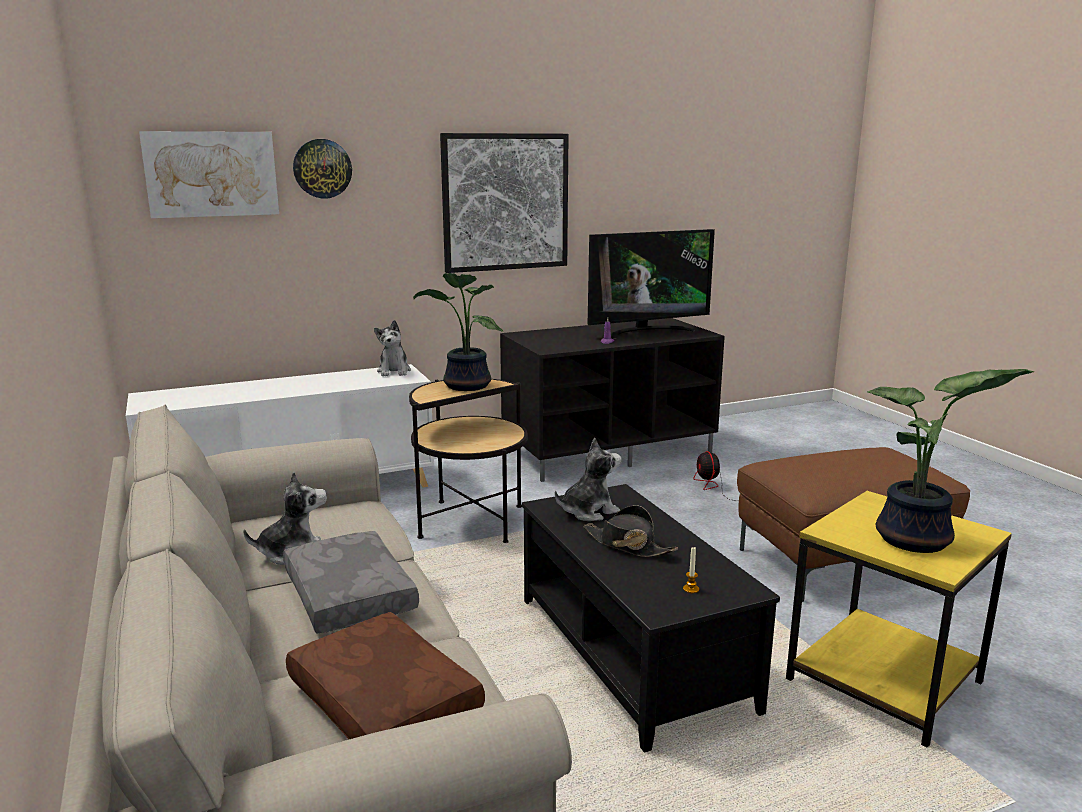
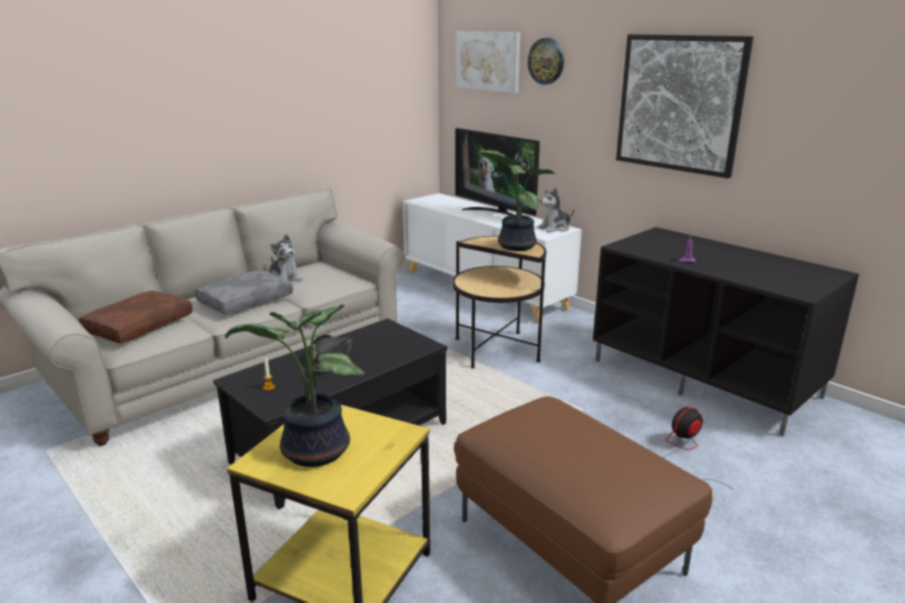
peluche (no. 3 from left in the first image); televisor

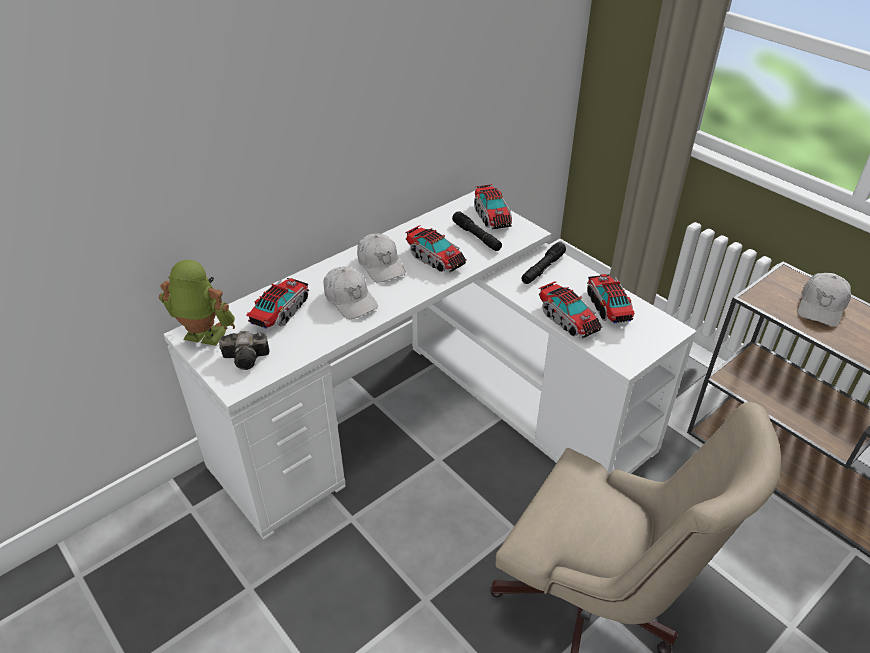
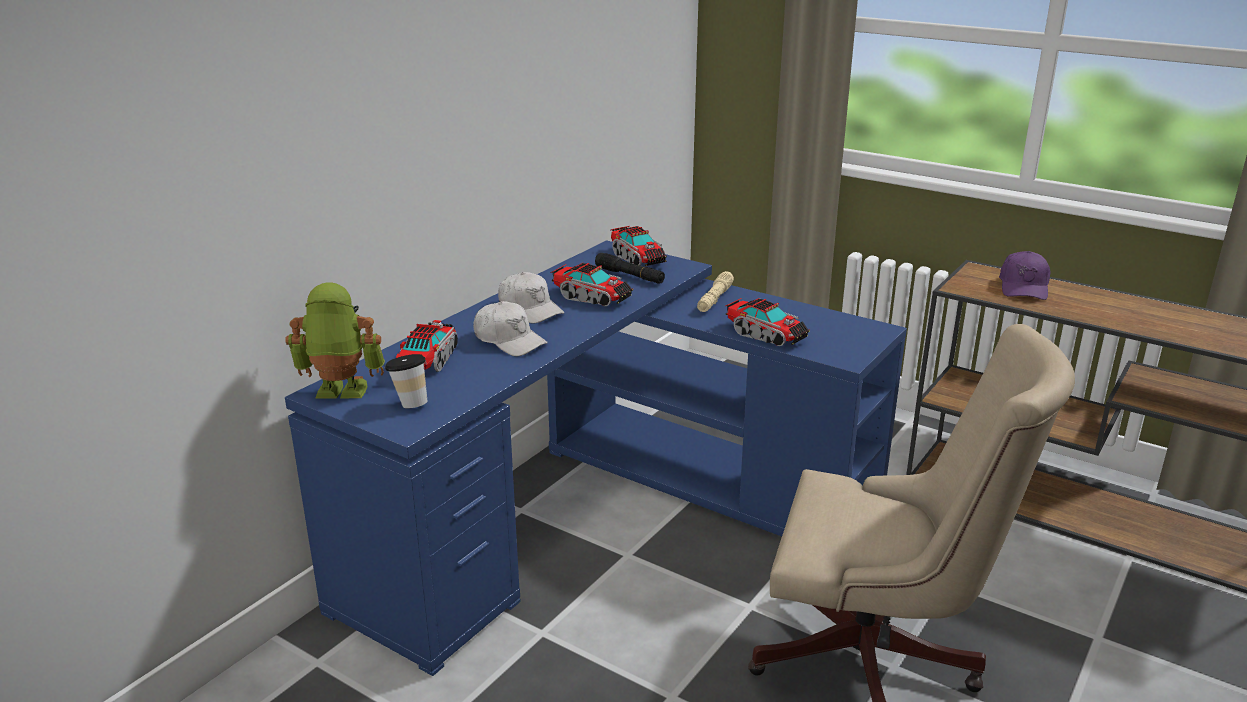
escritorio [azul]; taza; linterna [beis]; camión de juguete (no. 5 from left in the first image); gorra [morado]

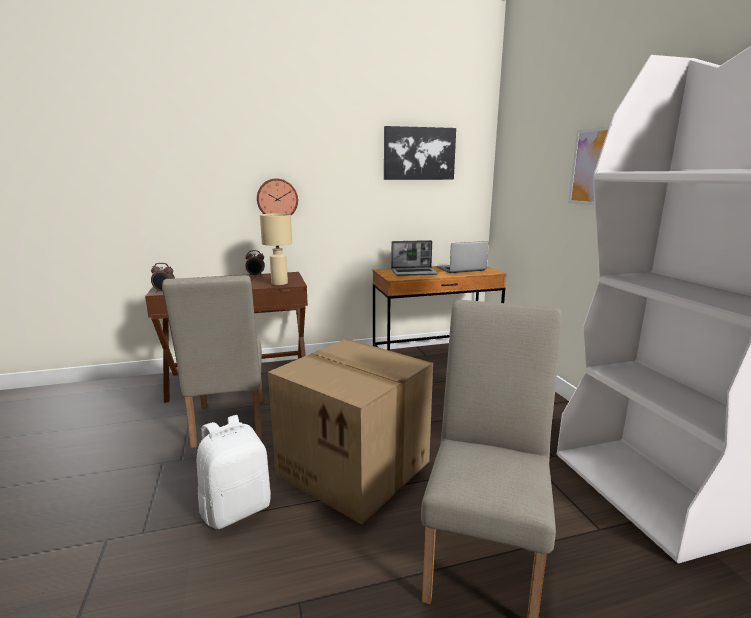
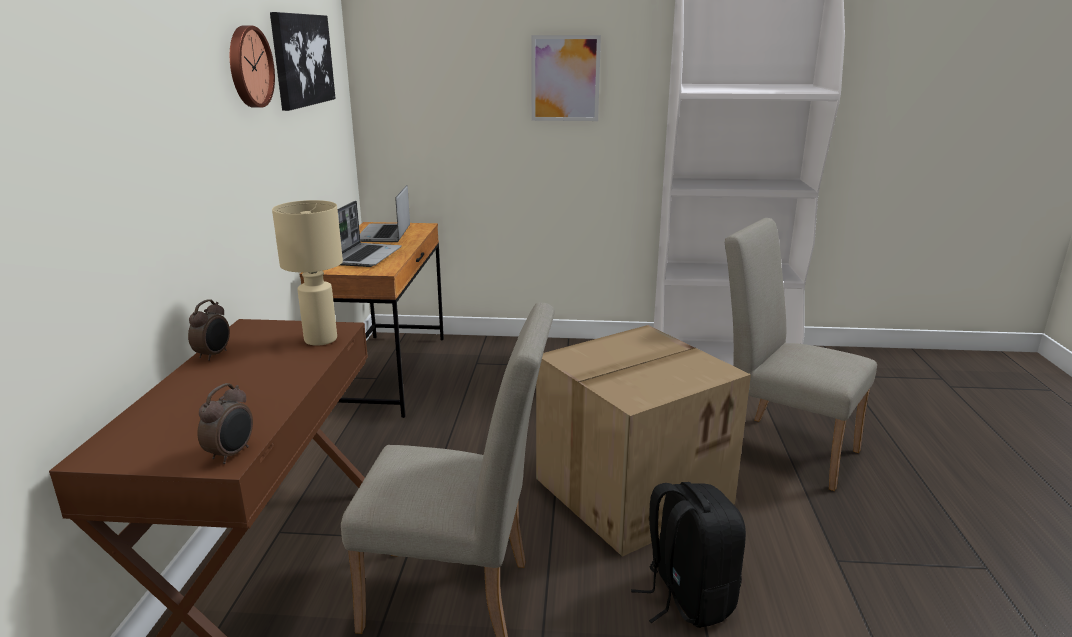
mochila [negro]; reloj de pared

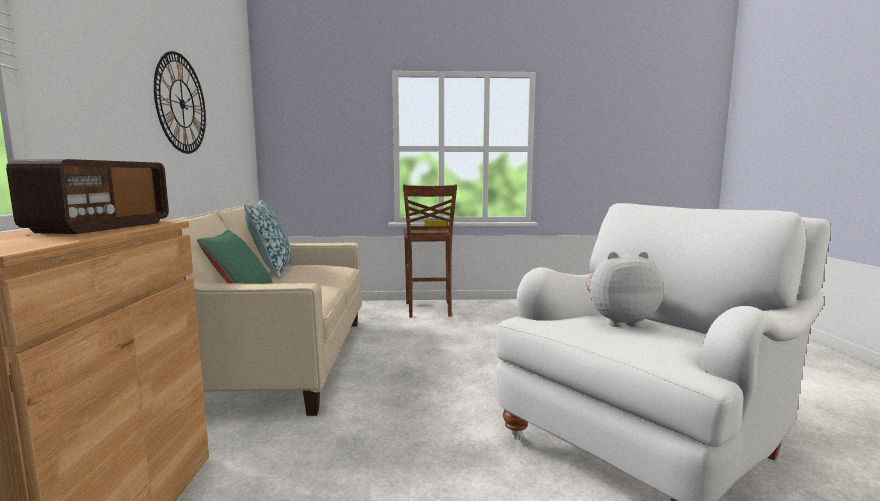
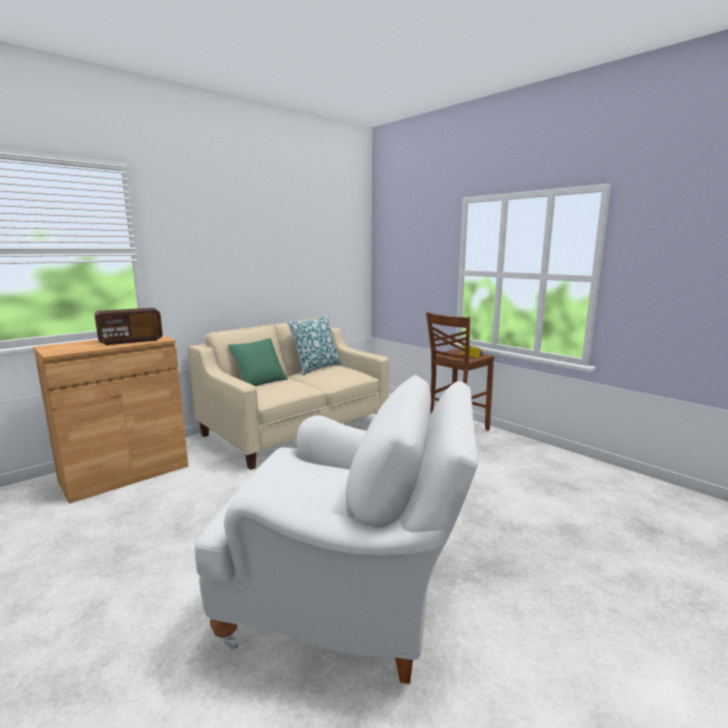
reloj de pared; peluche

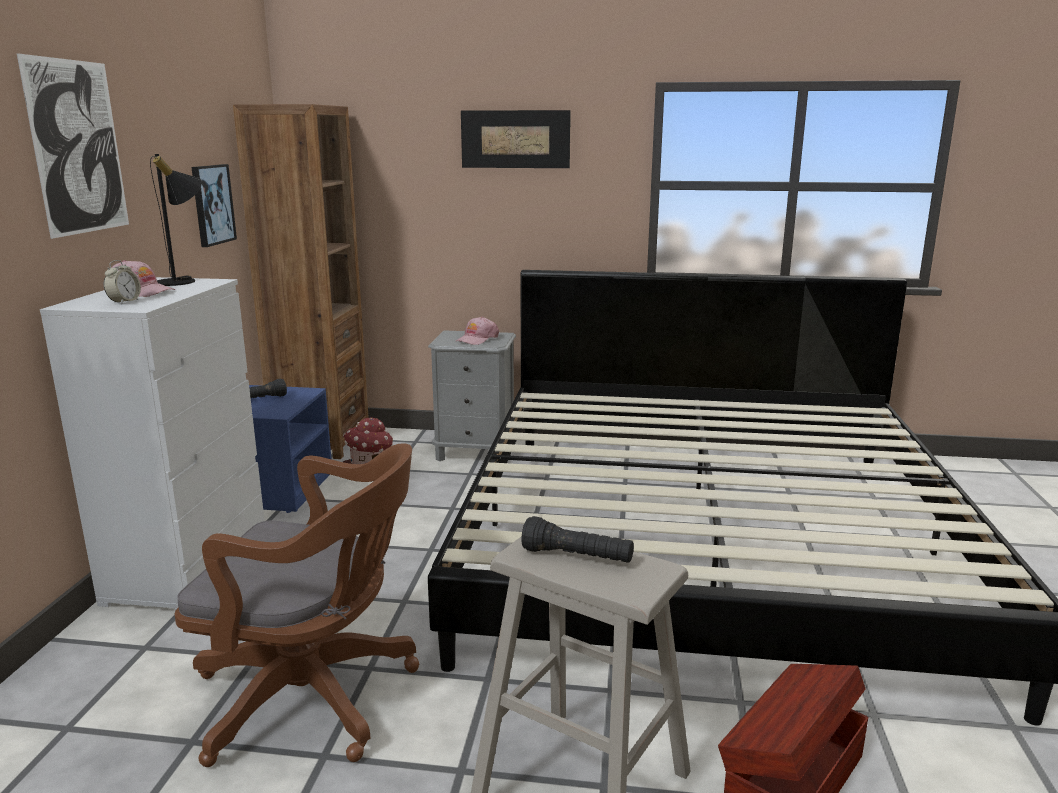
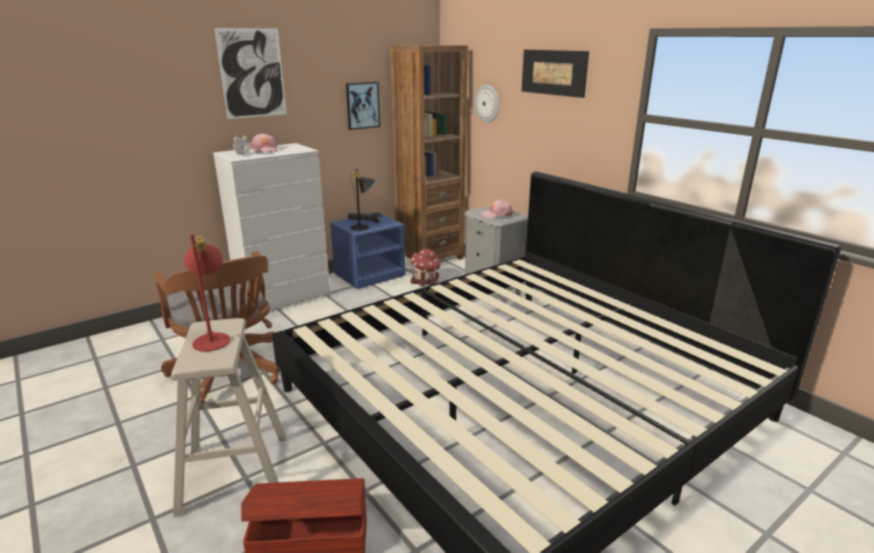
lámpara de mesa [negro]; lámpara de mesa [rojo]; reloj de pared

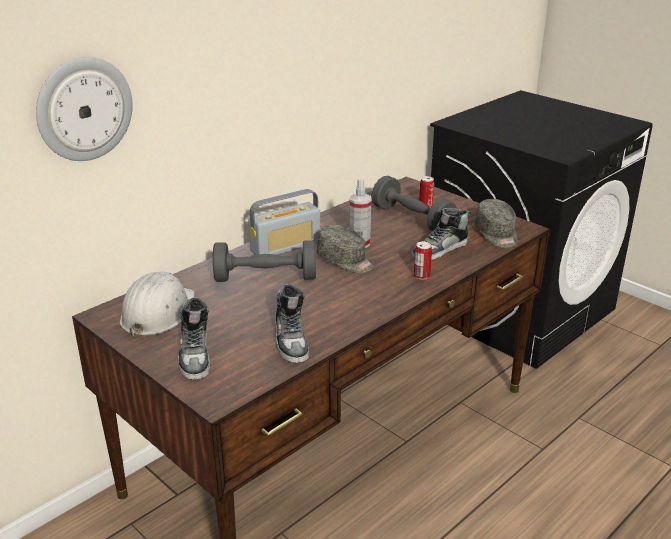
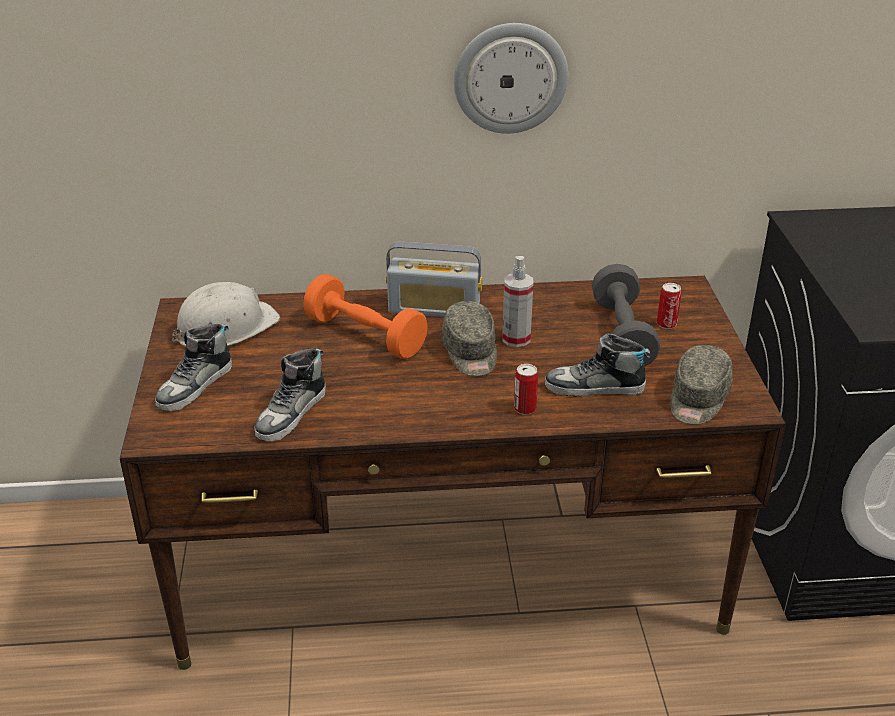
reloj de pared; mancuerna [naranja]

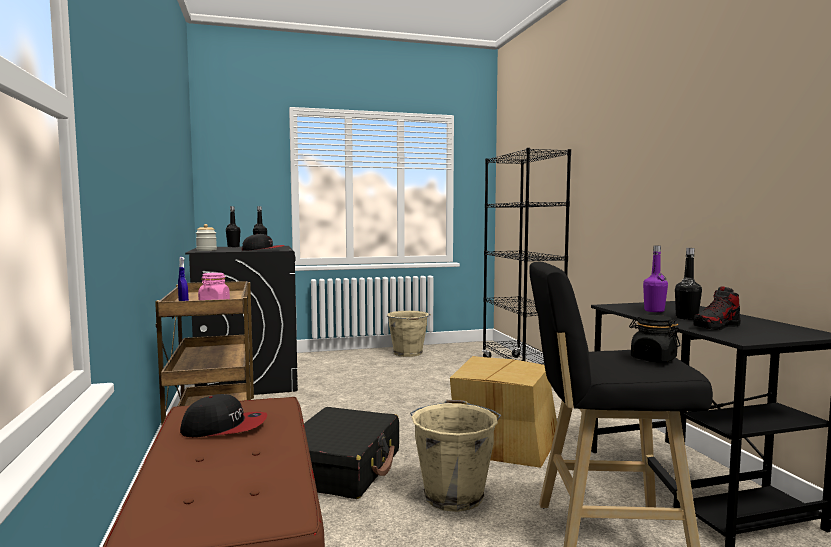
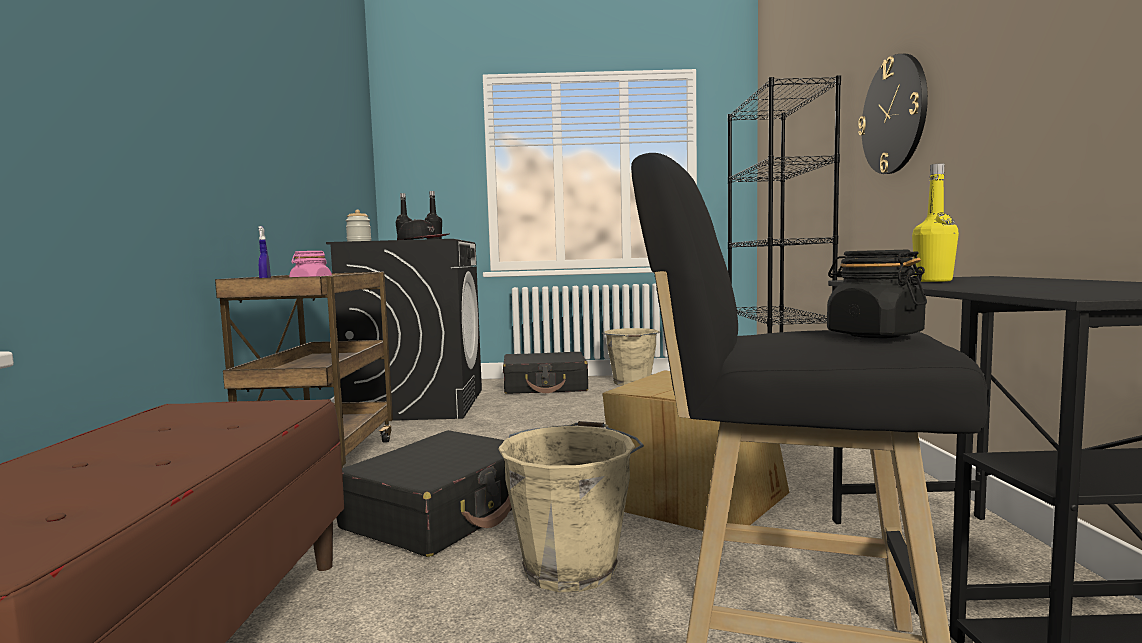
gorra (no. 1 from left in the first image); botella [amarillo]; botella [negro] (no. 3 from left in the first image); zapato; maleta [negro] (no. 2 from left); reloj de pared

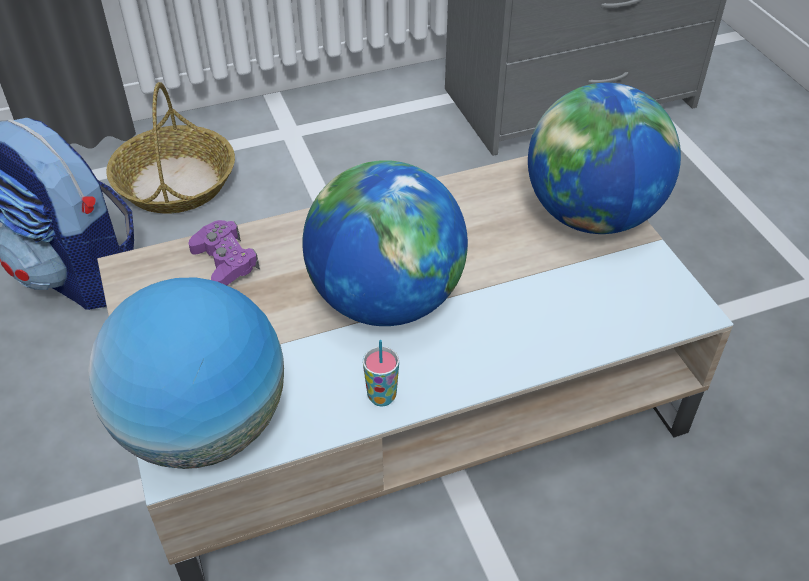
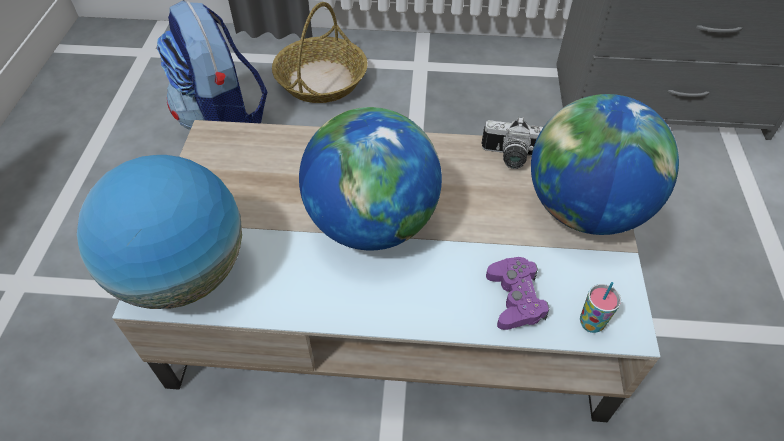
mando de consola [morado]; taza; cámara

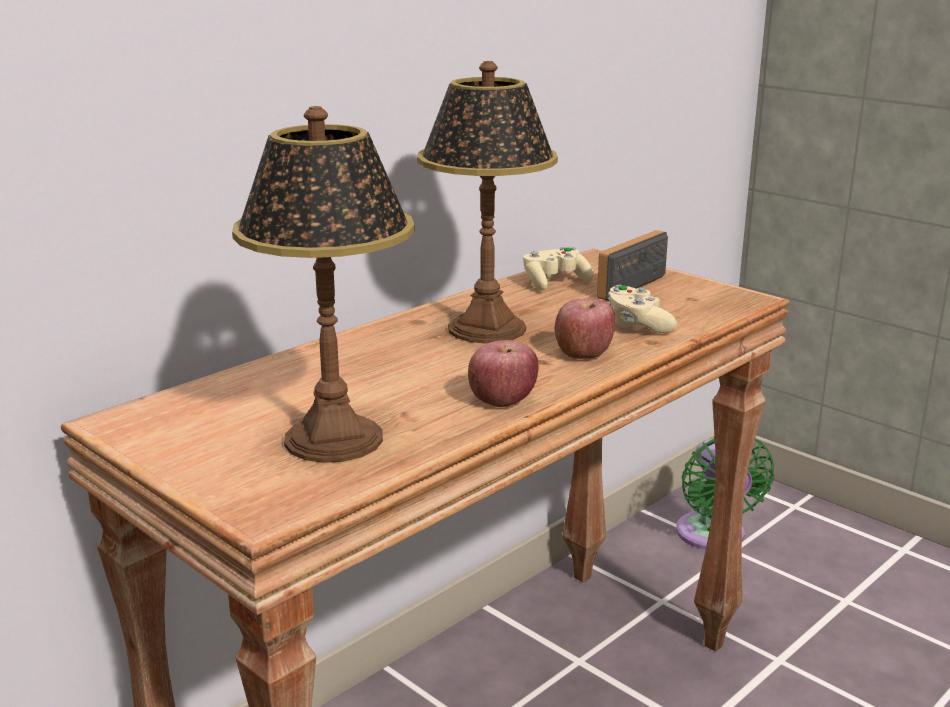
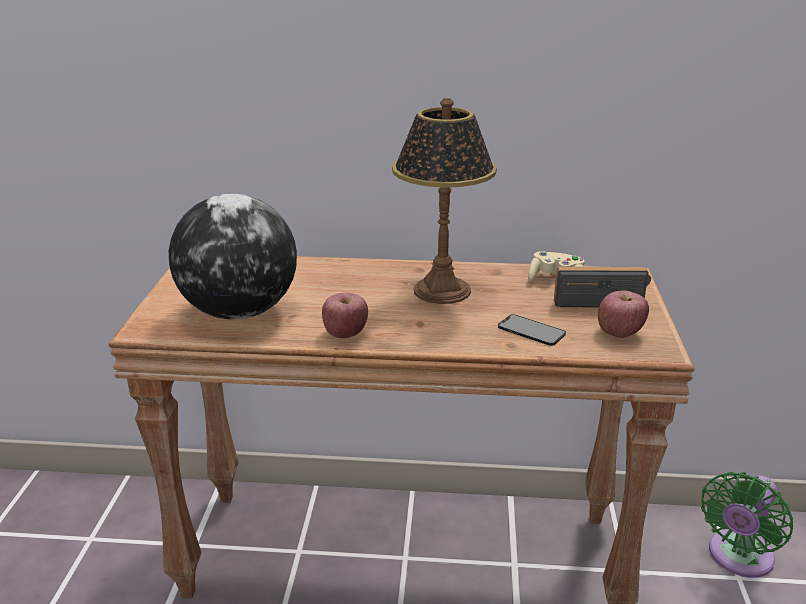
globo terráqueo; manzana (no. 2 from left); móvil

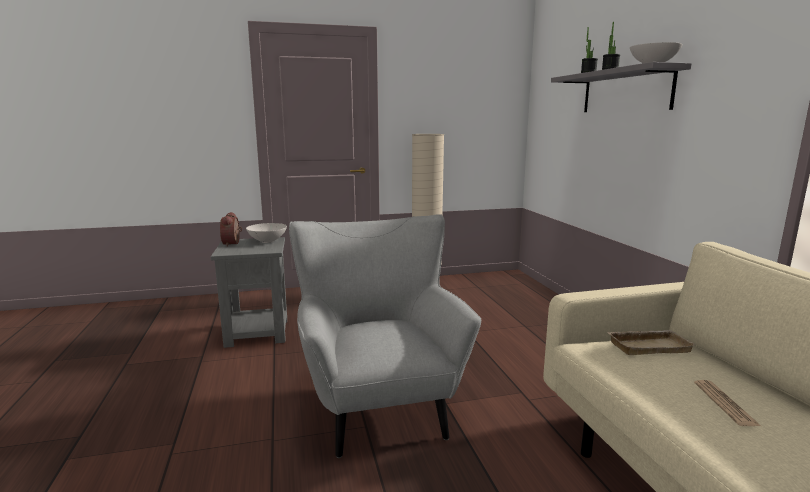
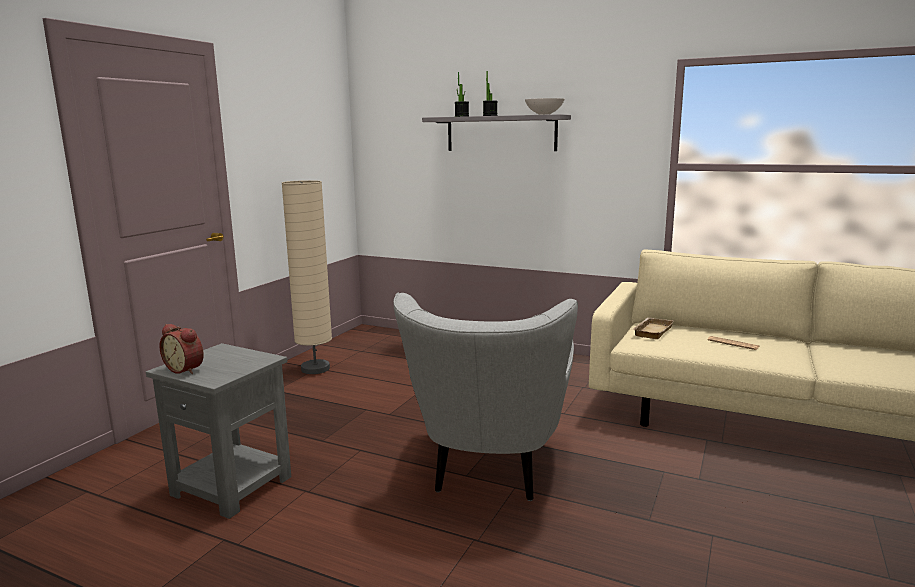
cuenco [blanco] (no. 1 from left in the first image); sillón [gris]

